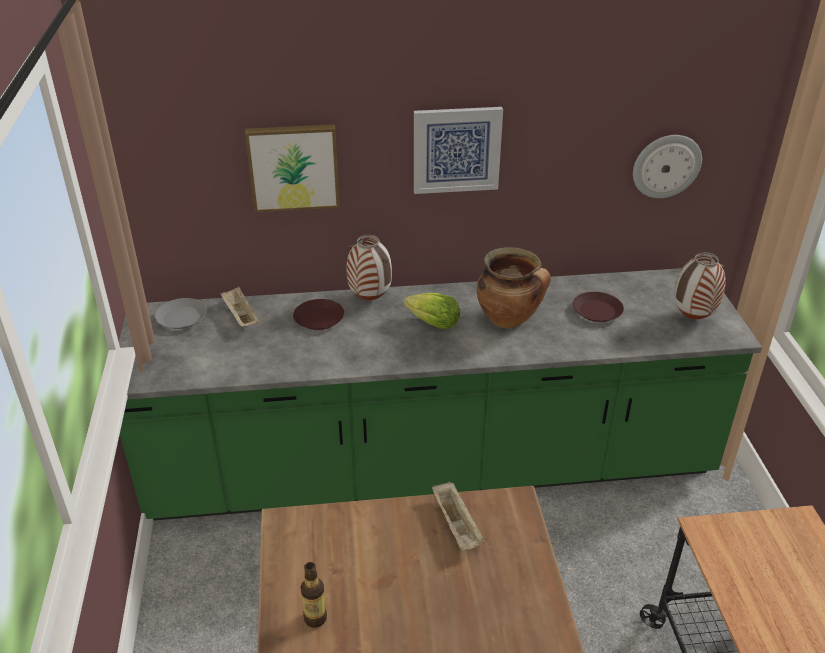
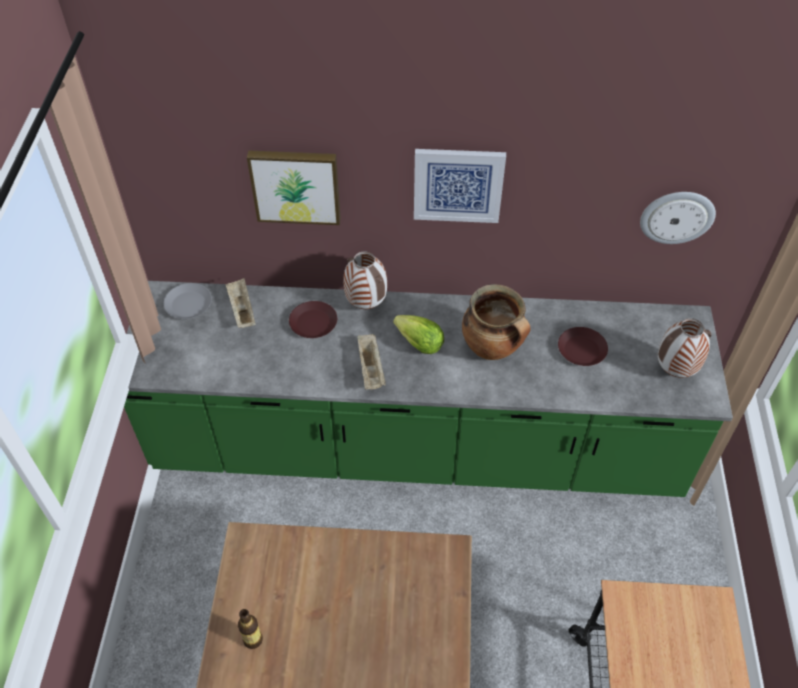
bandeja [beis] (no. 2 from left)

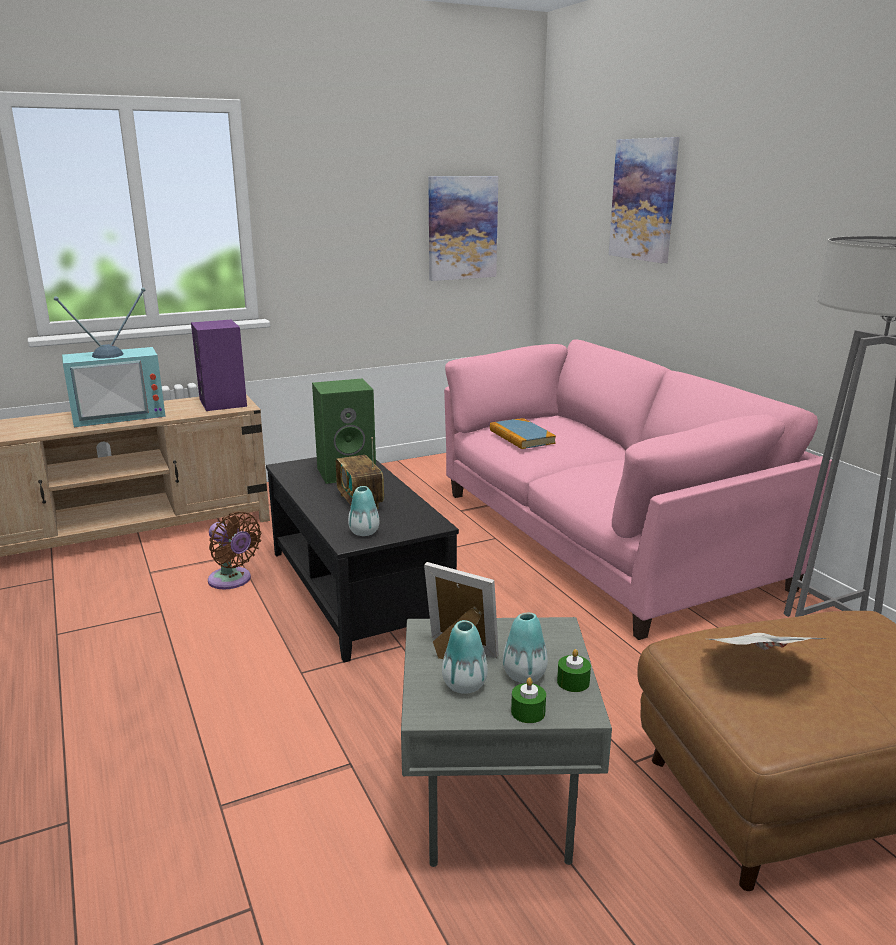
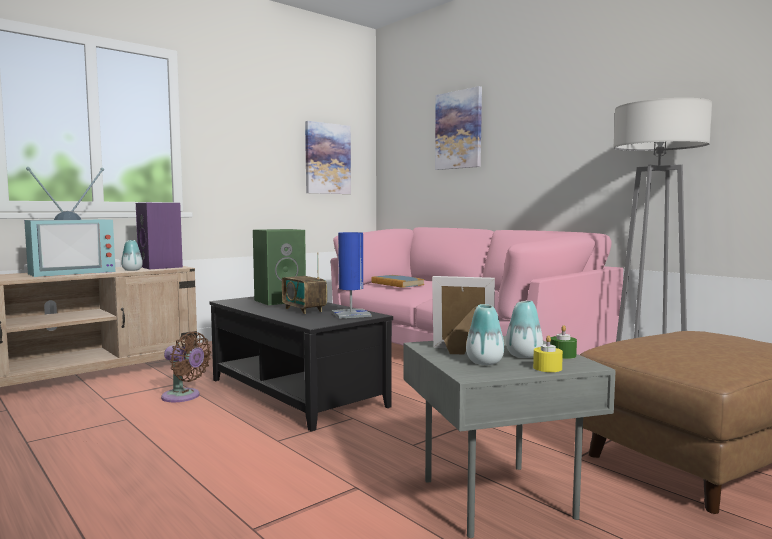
florero (no. 1 from left); vela [amarillo]; periódico; lámpara de mesa [azul]

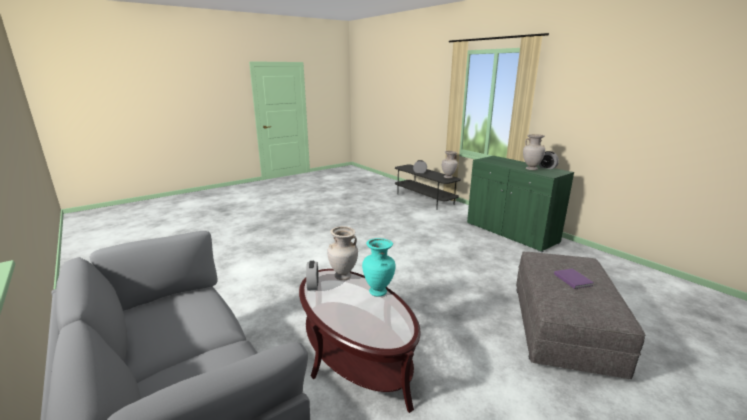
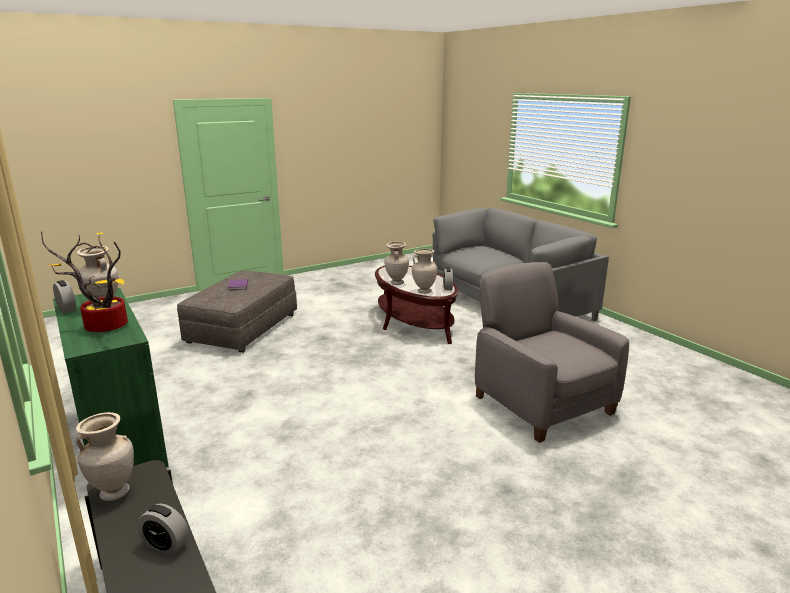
florero [beis] (no. 3 from left); planta en maceta; sillón [gris]

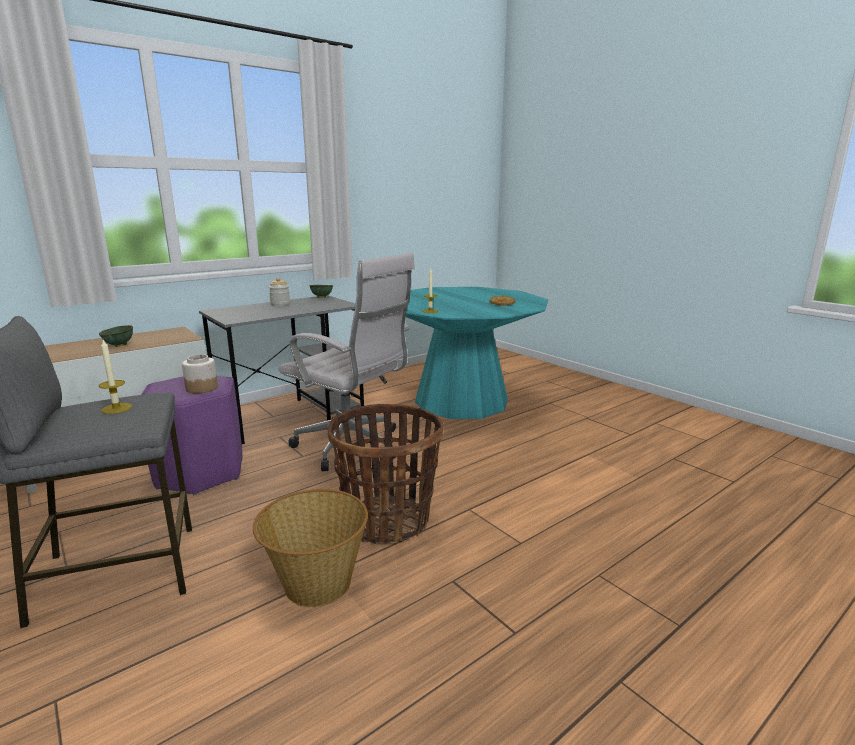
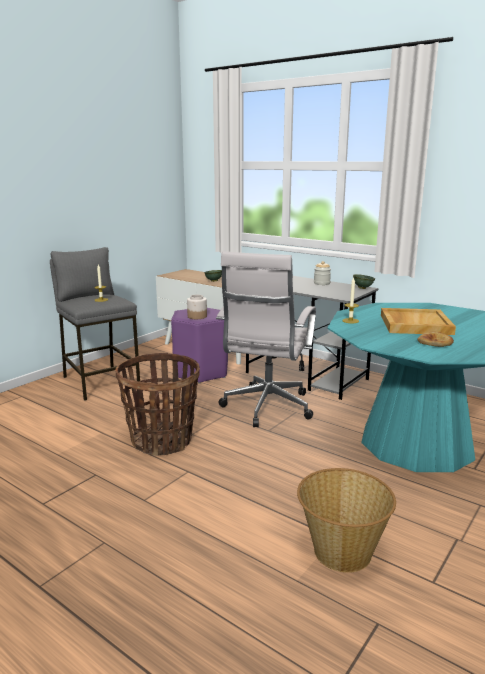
cesta (no. 2 from left); bandeja [beis]

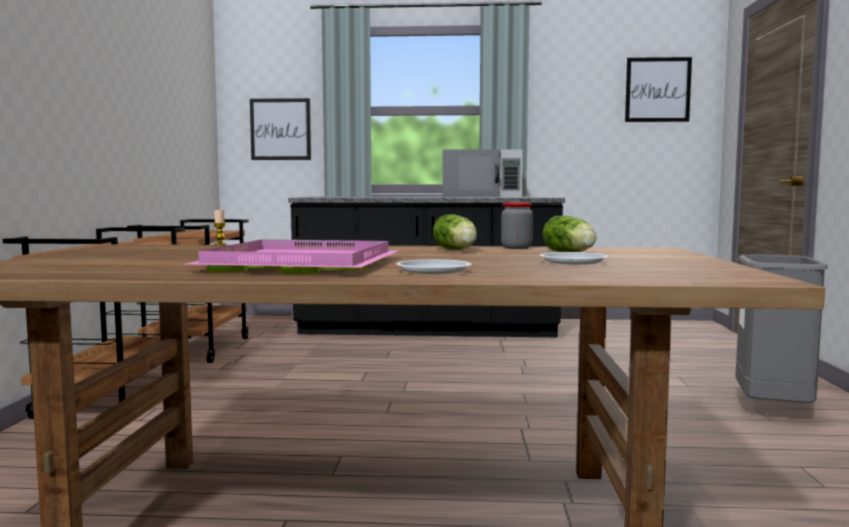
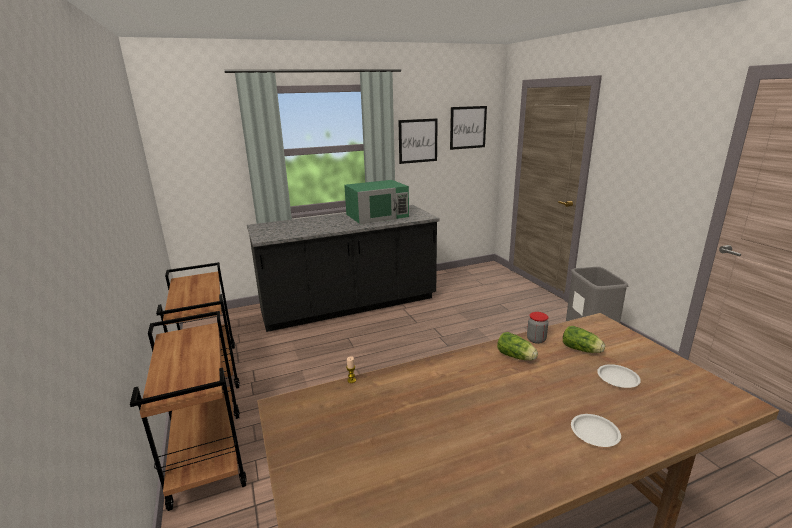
bandeja [rosa]; cuadro (no. 1 from left); microondas [verde]

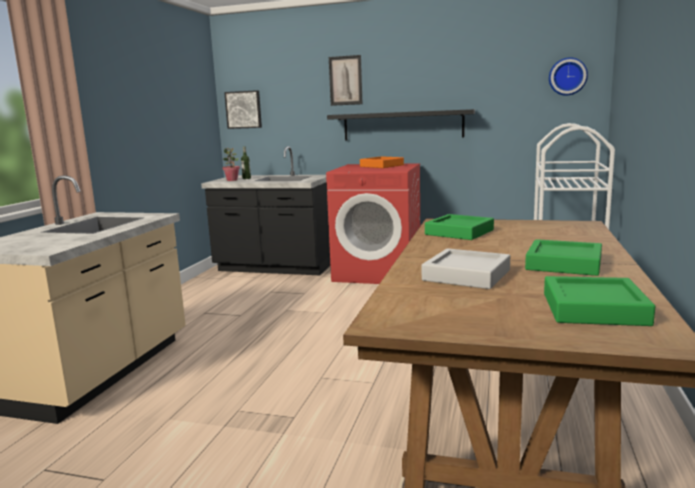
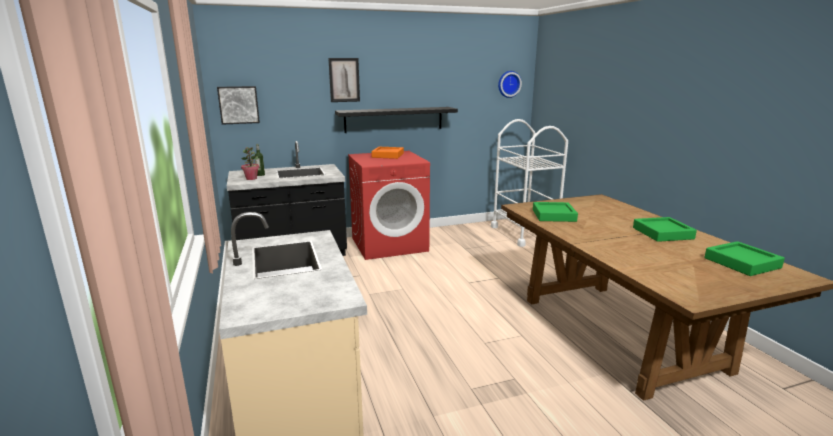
bandeja [gris]

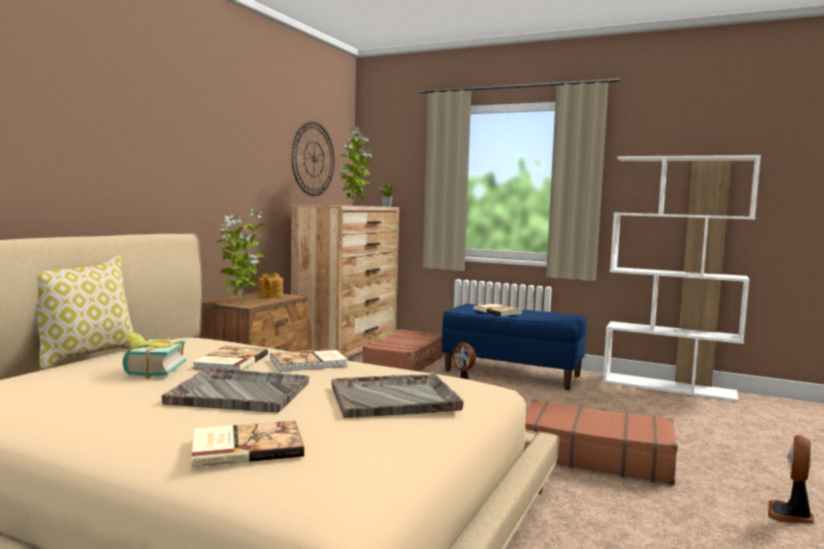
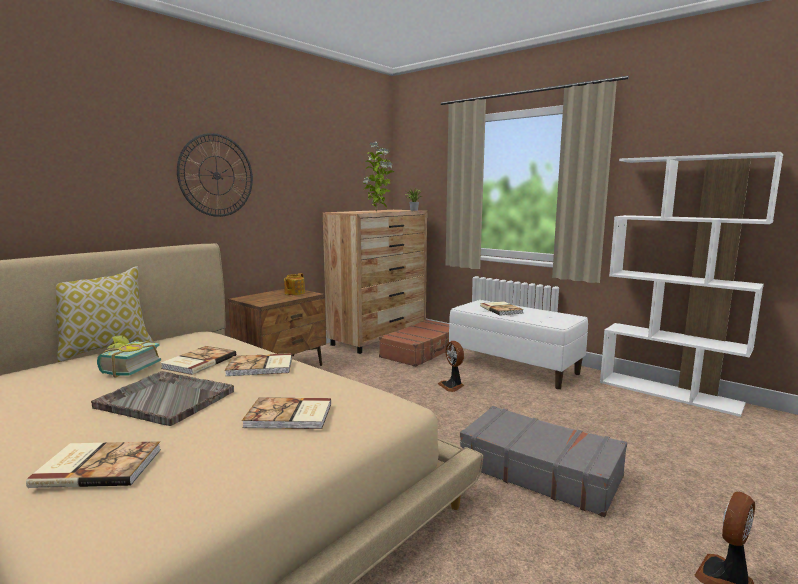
planta en maceta (no. 1 from left in the first image); reloj de pared; libro (no. 5 from left); banco [blanco]; maleta [gris]

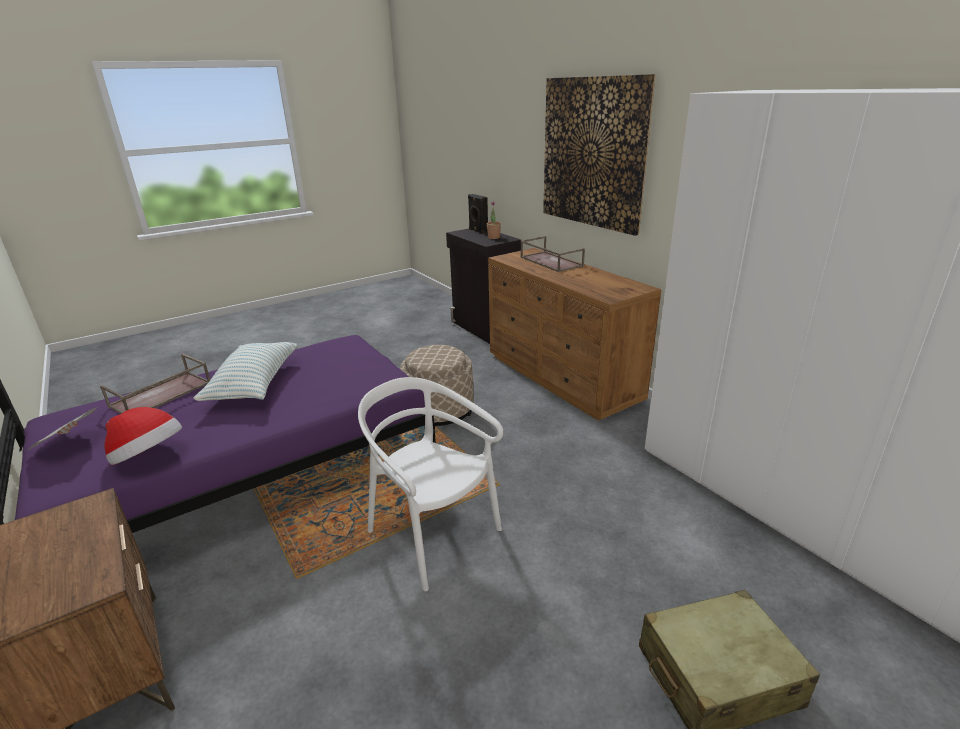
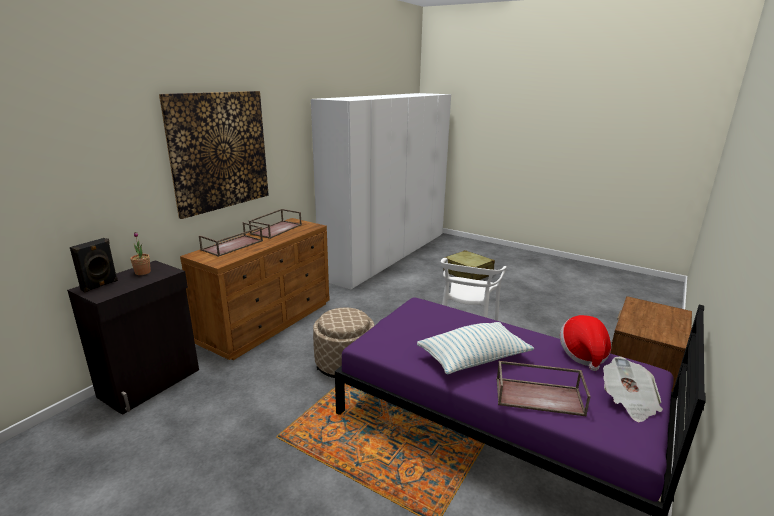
bandeja [marrón] (no. 2 from left)

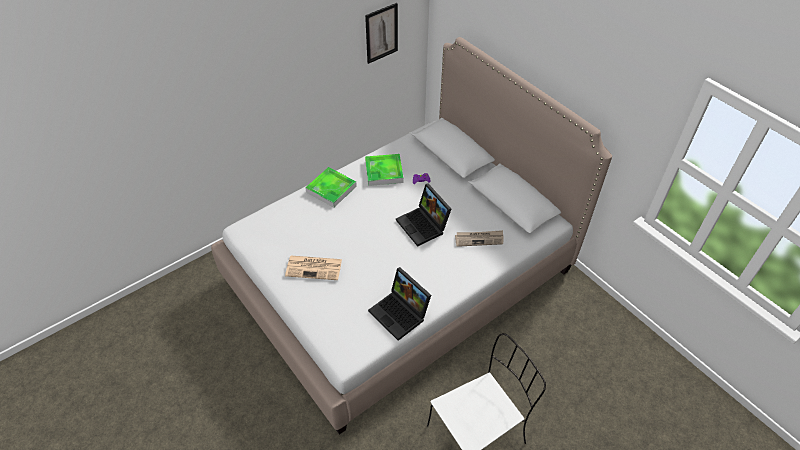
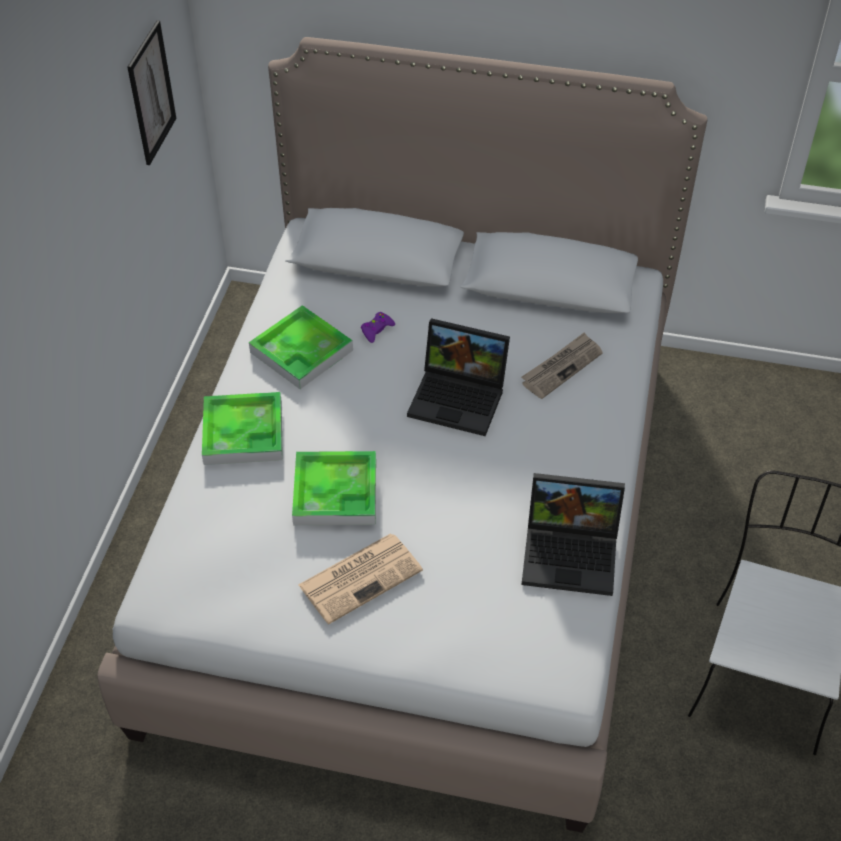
bandeja (no. 3 from left)

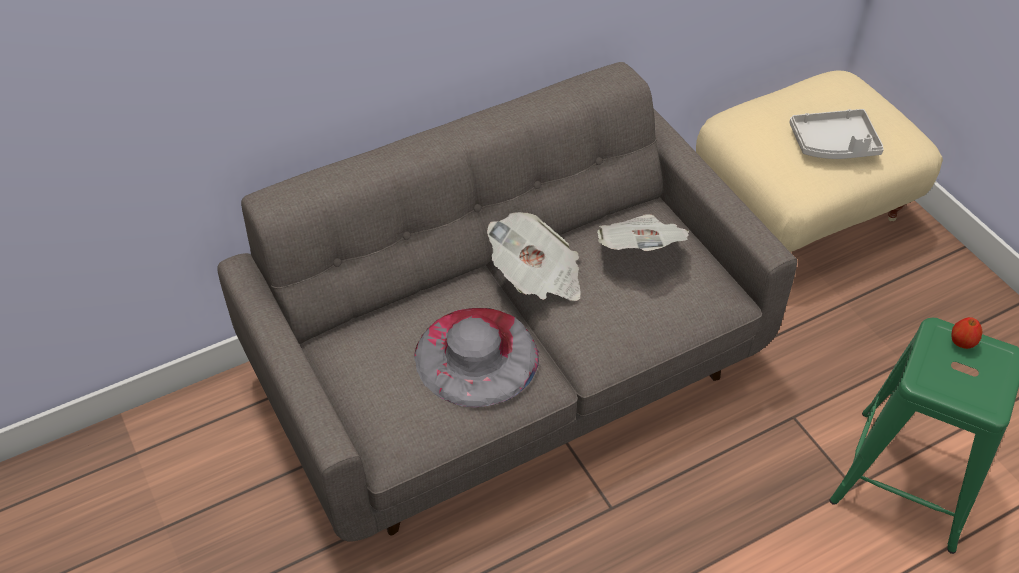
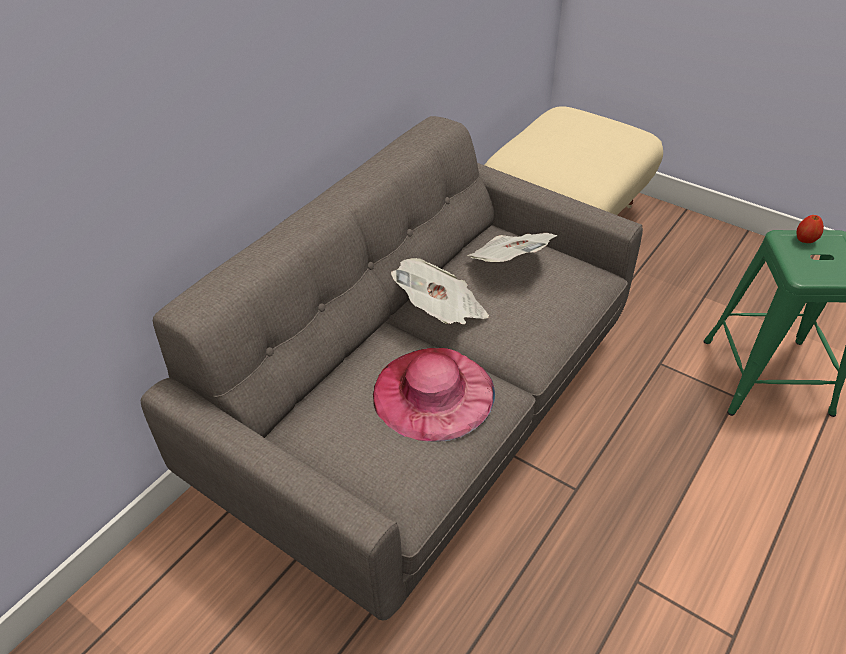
sombrero [rosa]; bandeja [gris]

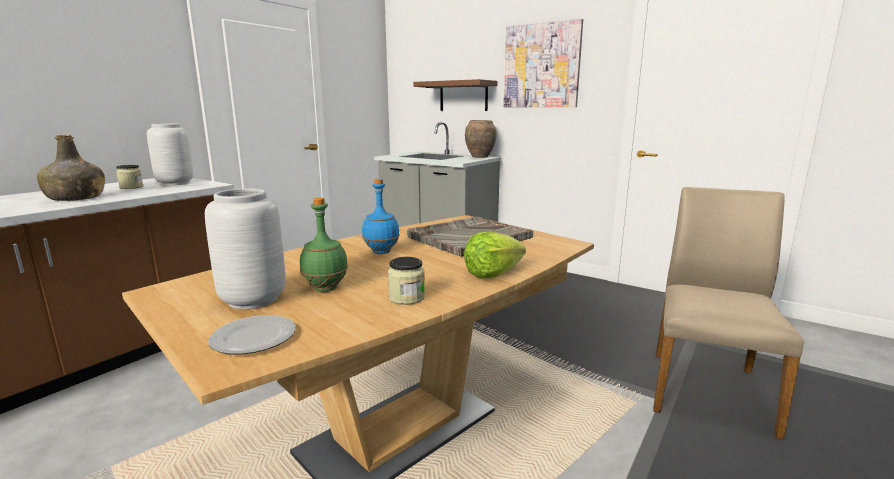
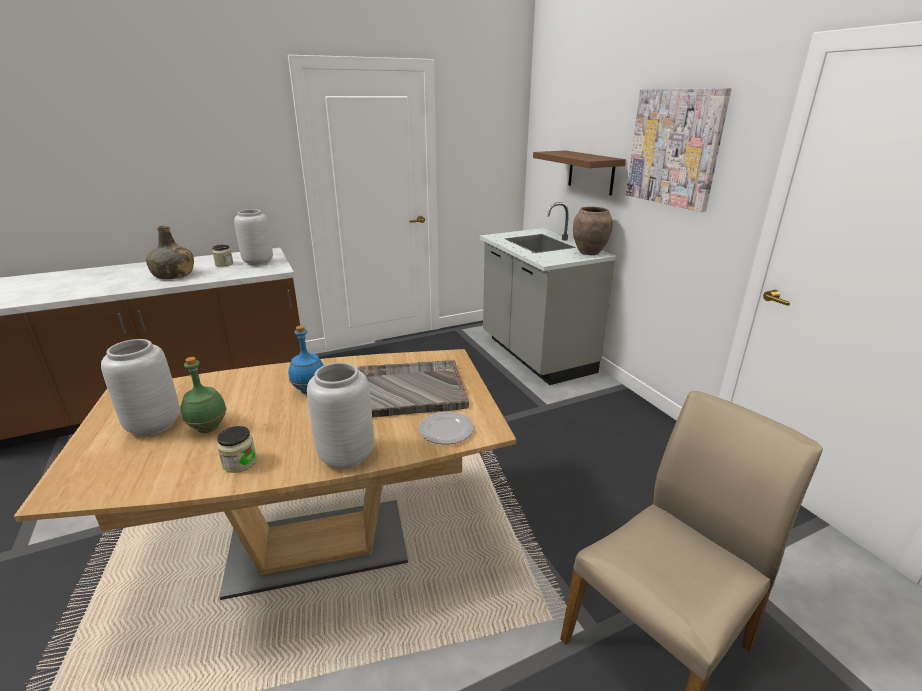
plato; florero [gris] (no. 3 from left)

